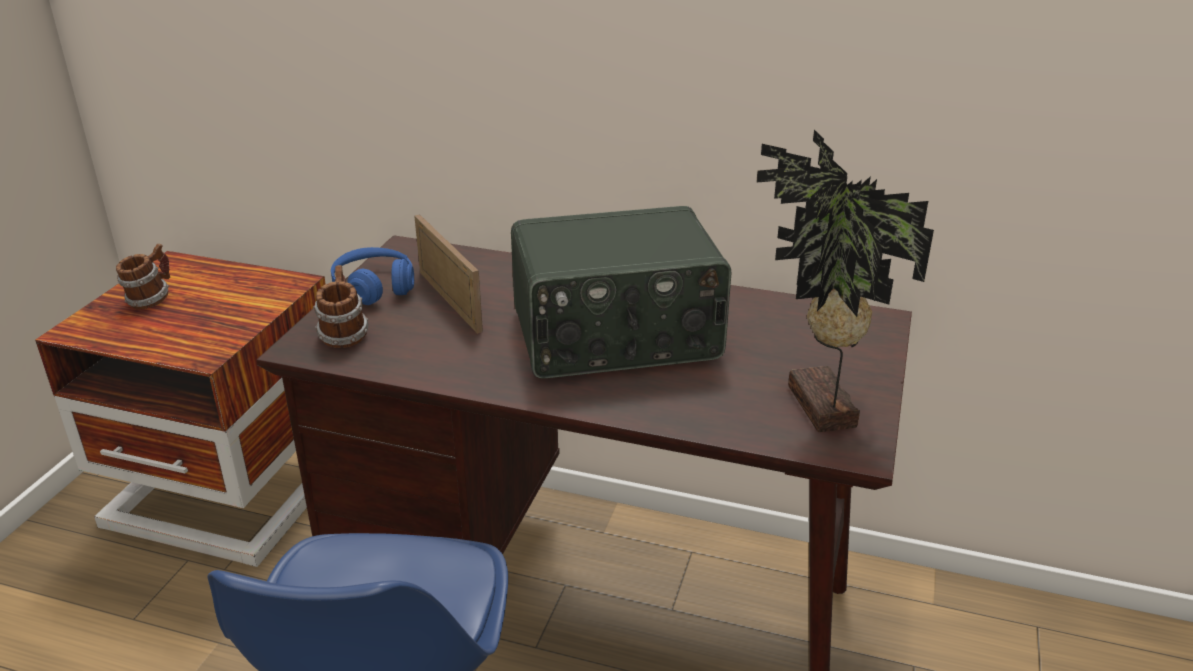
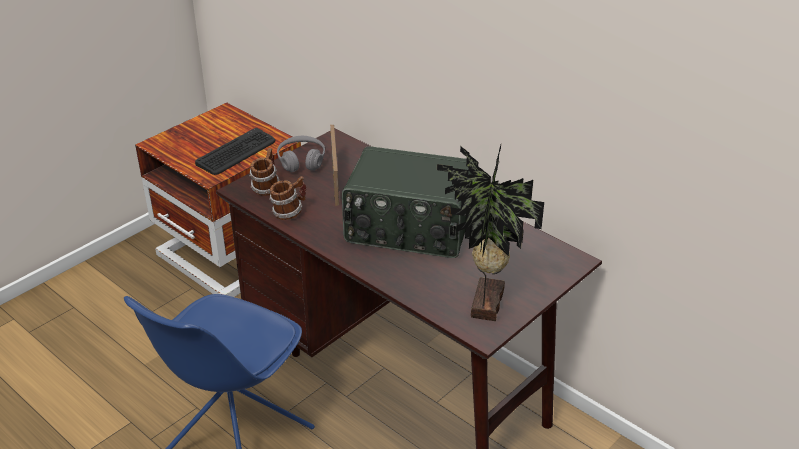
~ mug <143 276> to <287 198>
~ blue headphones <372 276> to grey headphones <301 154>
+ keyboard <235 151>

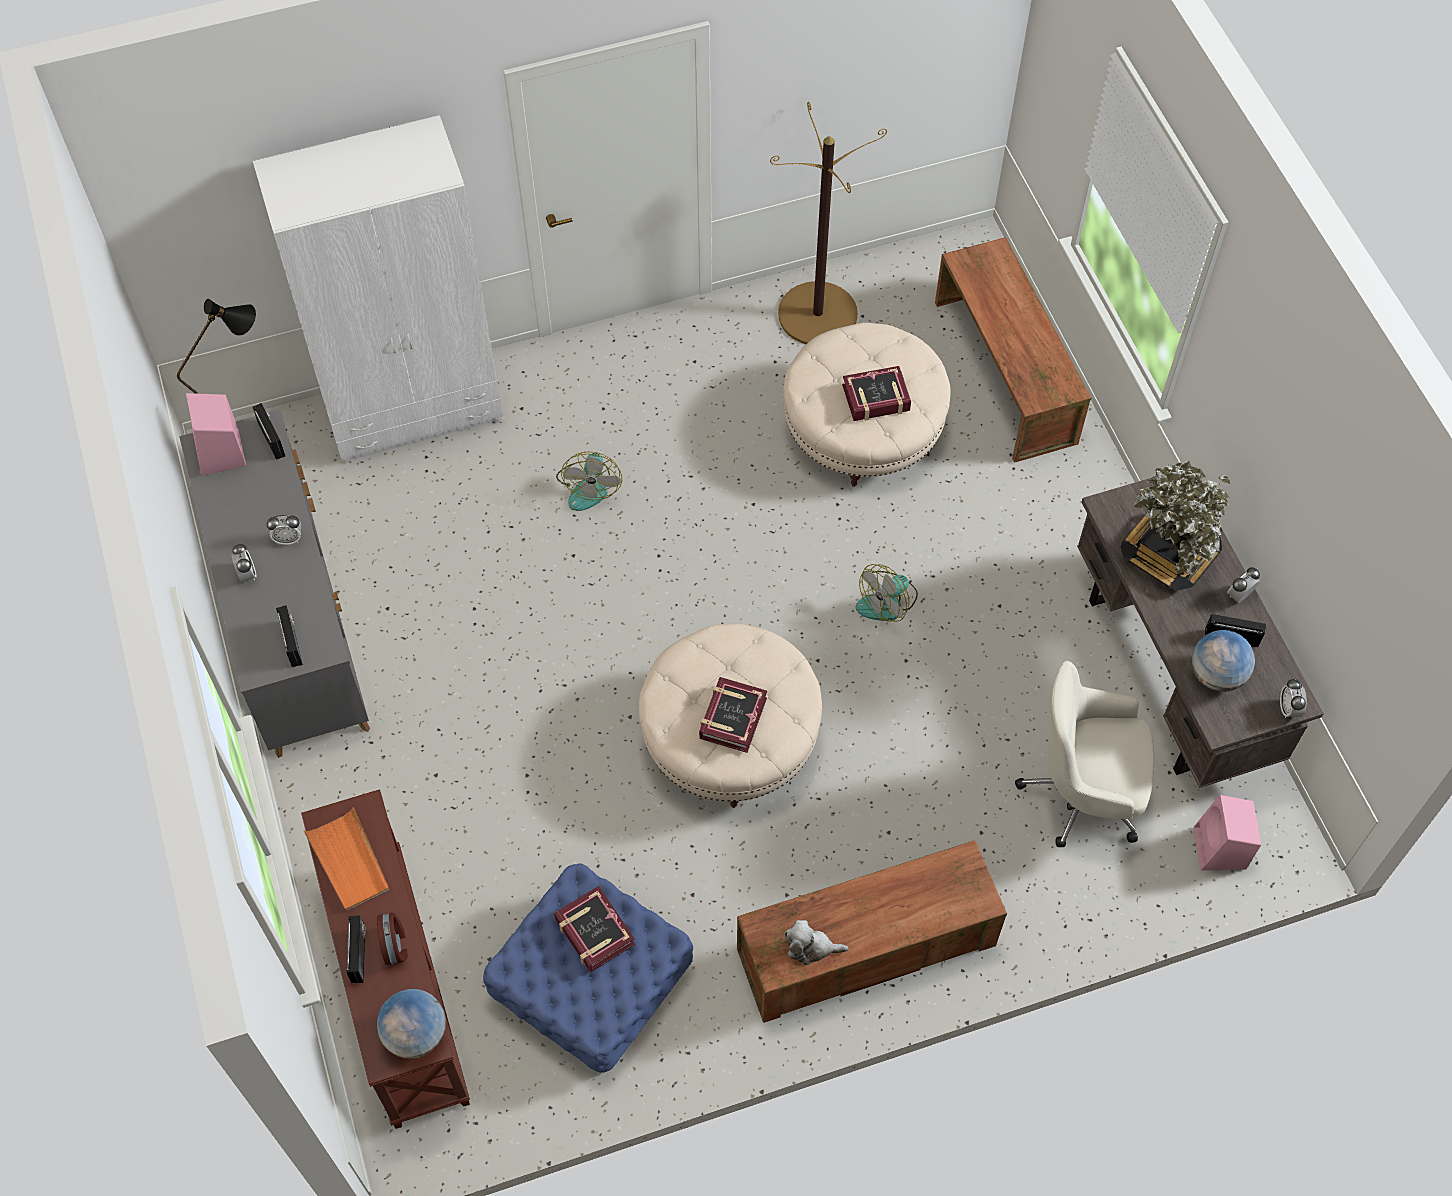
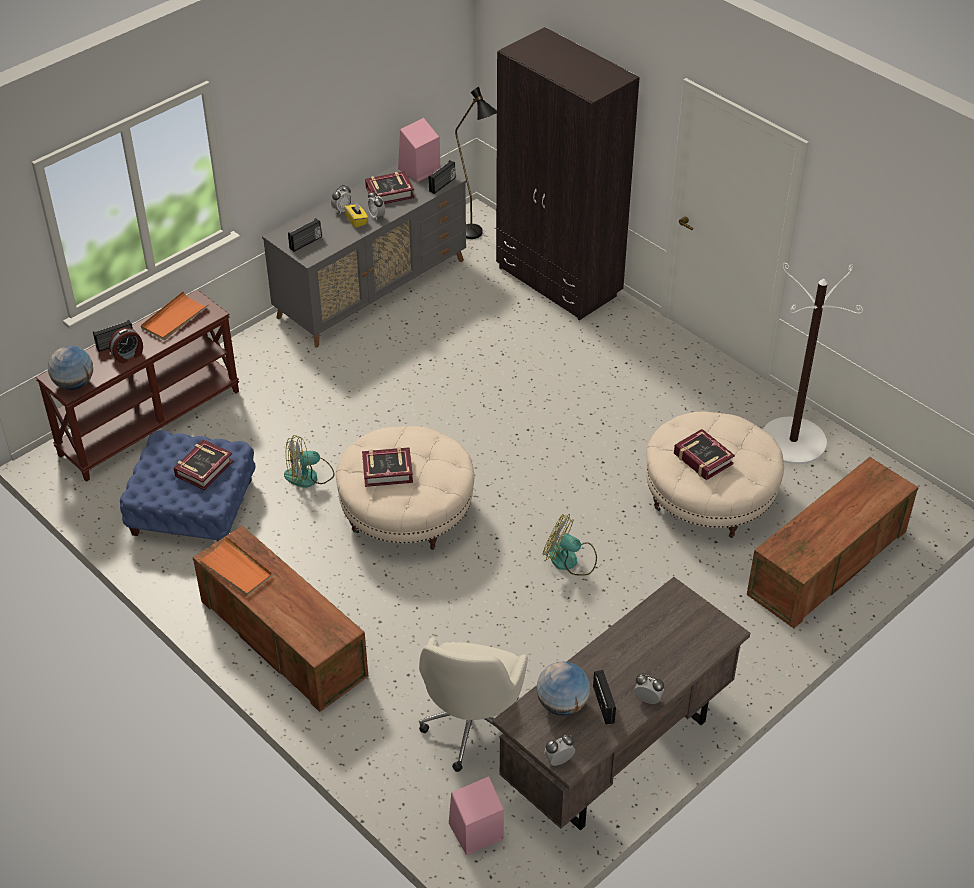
~ white wardrobe <378 289> to brown wardrobe <568 173>
~ fan <589 481> to <309 461>
~ brown clothes rack <828 223> to white clothes rack <813 364>
~ plush toy <817 942> to orange tray <235 566>
~ beige office chair <1084 754> = <473 704> 150 degrees counterclockwise
- potted plant <1175 525>
+ yellow tissue box <356 215>
+ book <389 187>

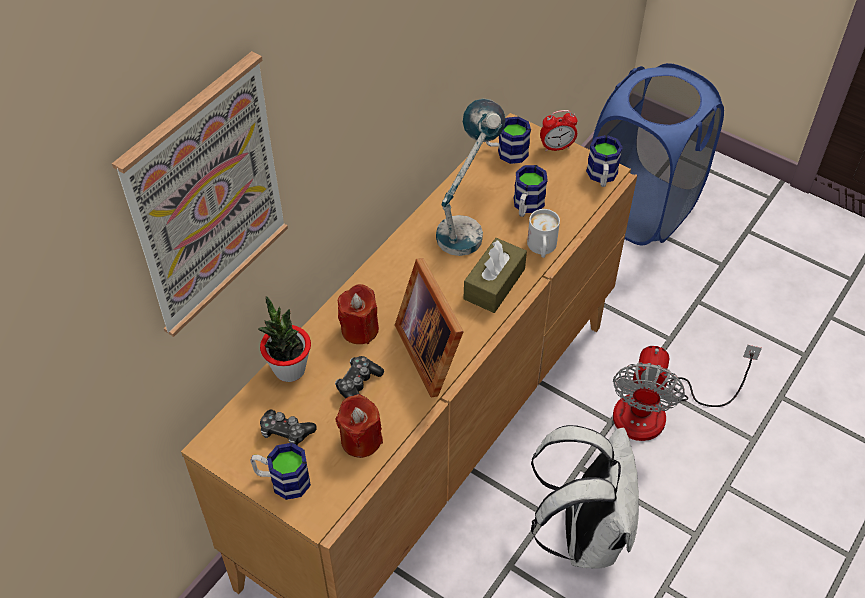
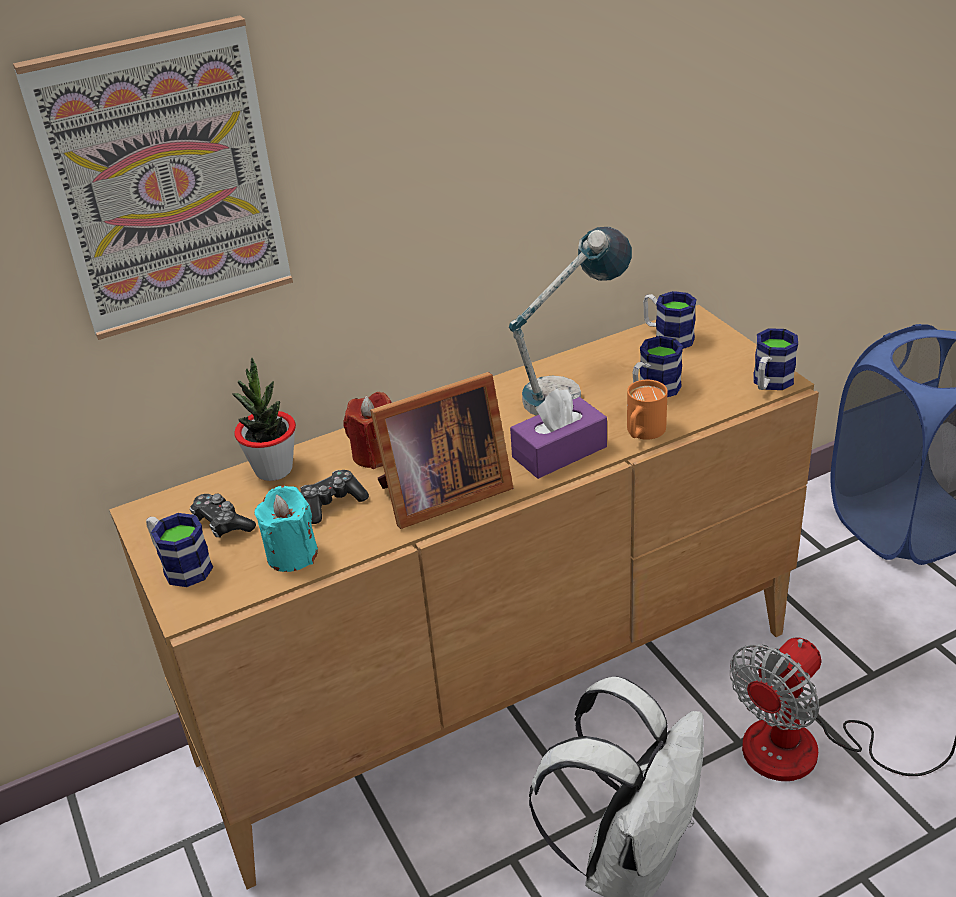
~ red candle <359 426> to turquoise candle <286 529>
~ picture frame <429 328> = <441 450> 120 degrees counterclockwise
~ brown tissue box <495 275> to purple tissue box <558 433>
~ white mug <543 233> to orange mug <647 410>
- alarm clock <558 130>

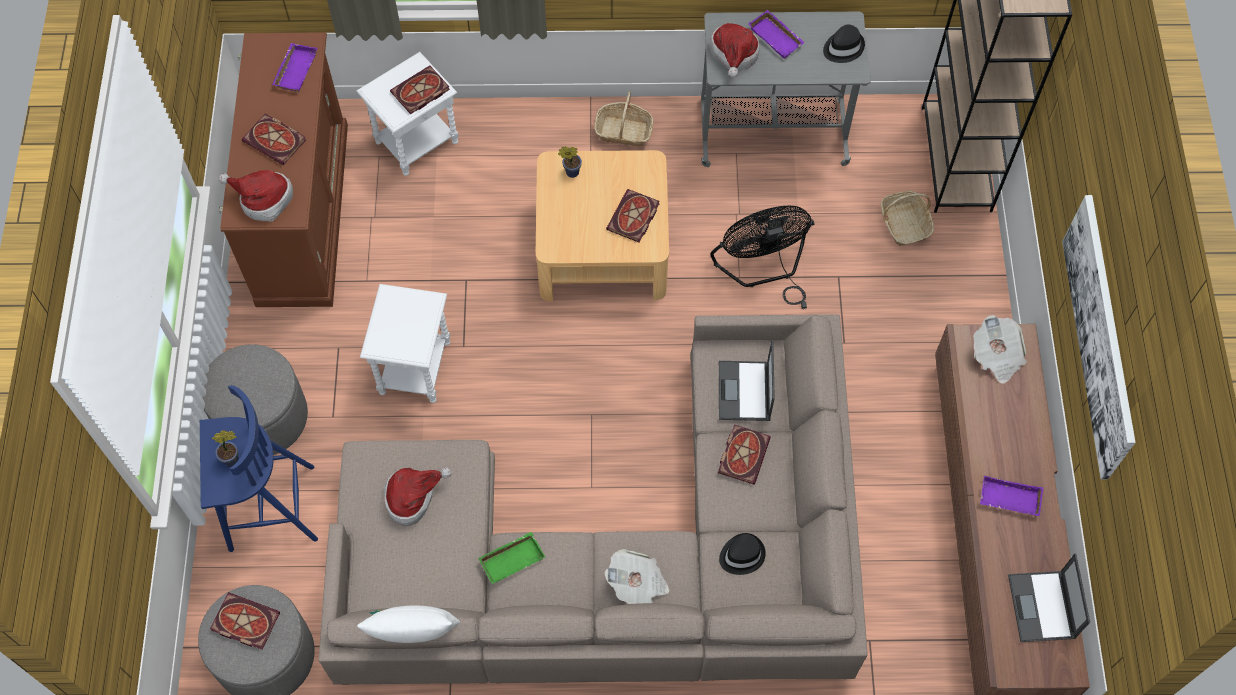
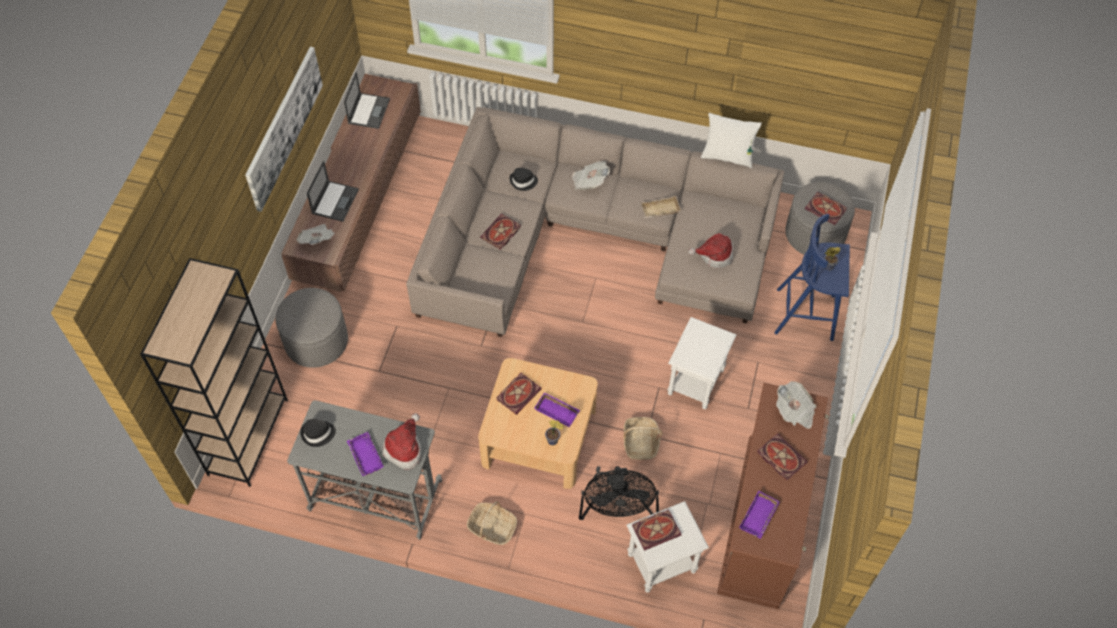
~ grey ottoman <255 399> to <312 328>
~ hat <256 196> to newspaper <796 405>
~ green tray <511 558> to beige tray <661 207>
~ black fan <763 258> to <619 493>
~ laptop <747 380> to <333 191>
~ basket <907 218> to <642 438>
~ purple tray <1011 496> to <557 409>

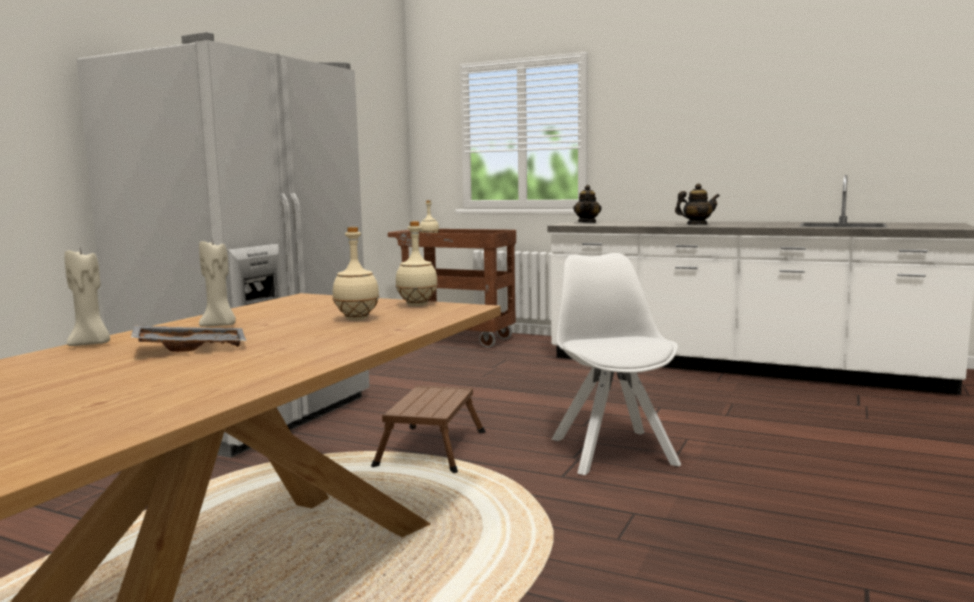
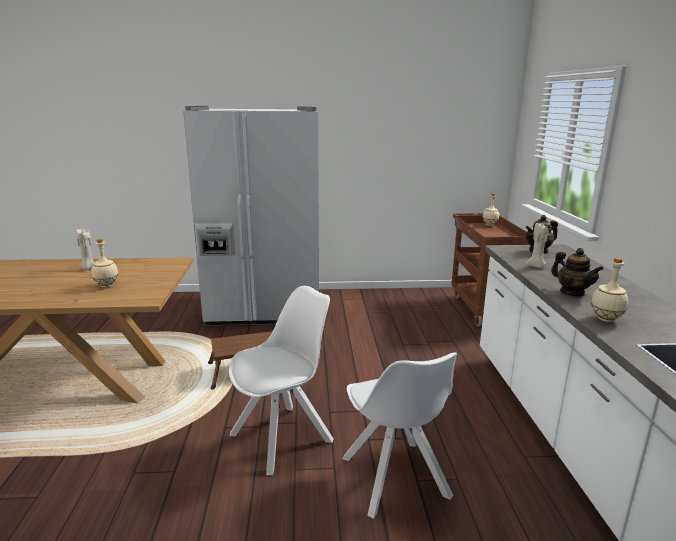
~ beige candle <87 296> to <537 245>
- grey tray <189 338>
~ beige bottle <417 263> to <609 289>
+ white chair <399 435>

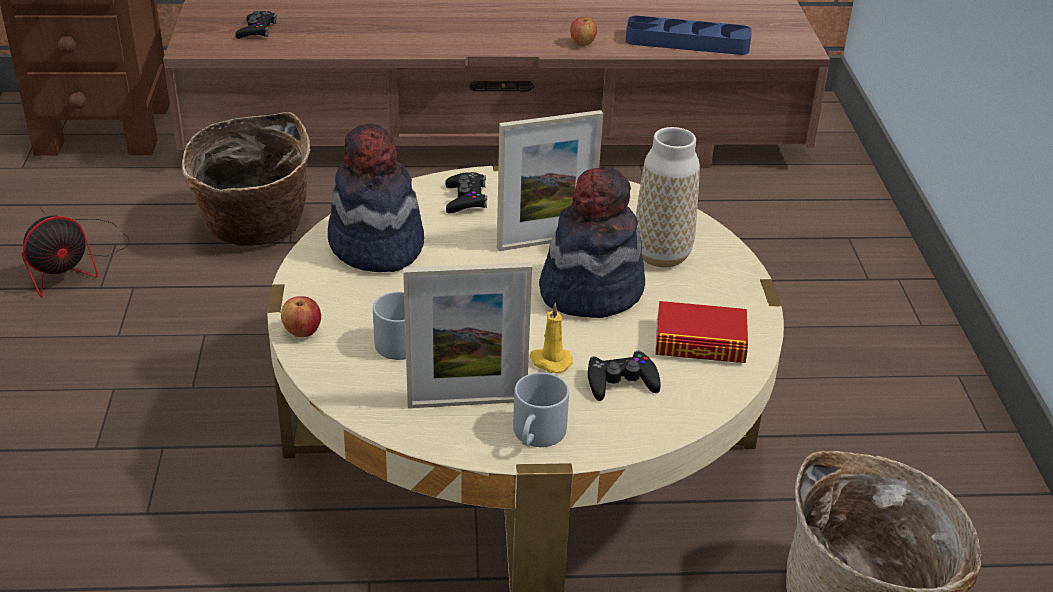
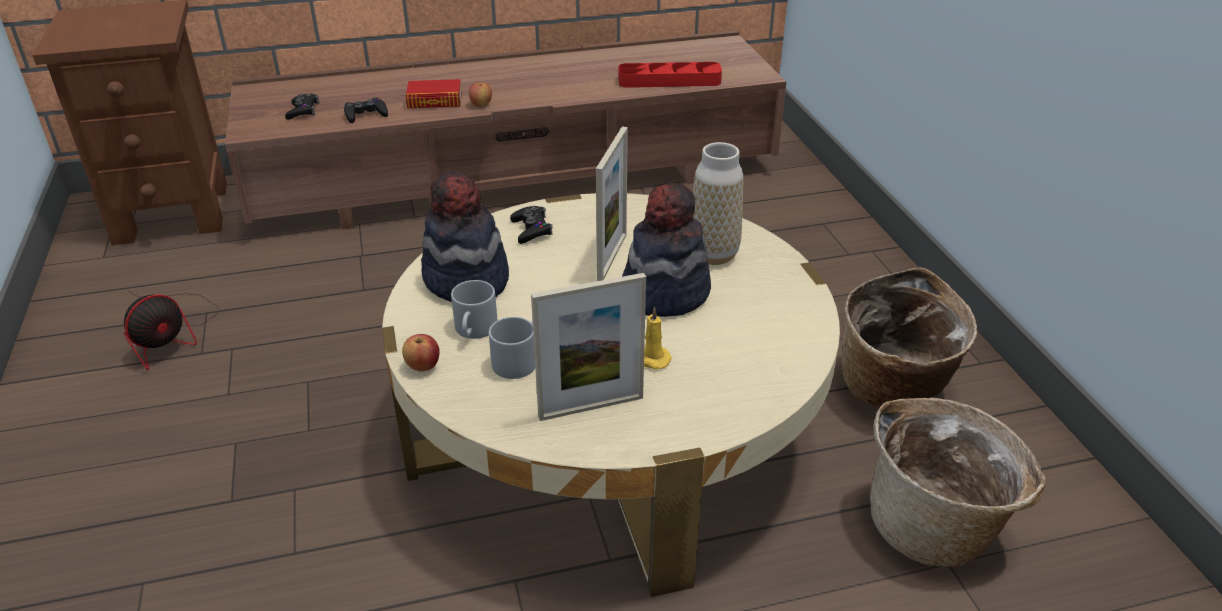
~ basket <246 179> to <909 337>
~ picture frame <550 180> = <612 204> 45 degrees counterclockwise
~ grey mug <541 409> to <474 309>
~ apple <583 31> to <480 94>
~ black game controller <624 376> to <366 110>
~ blue tray <689 35> to red tray <670 75>
~ book <701 332> to <434 93>

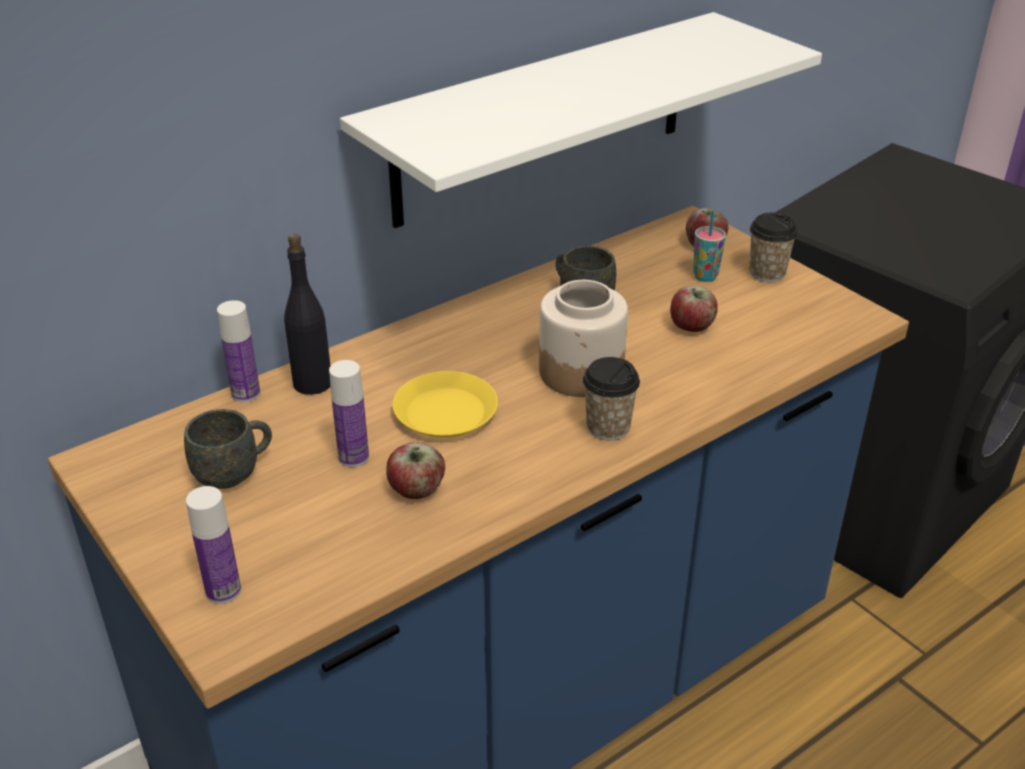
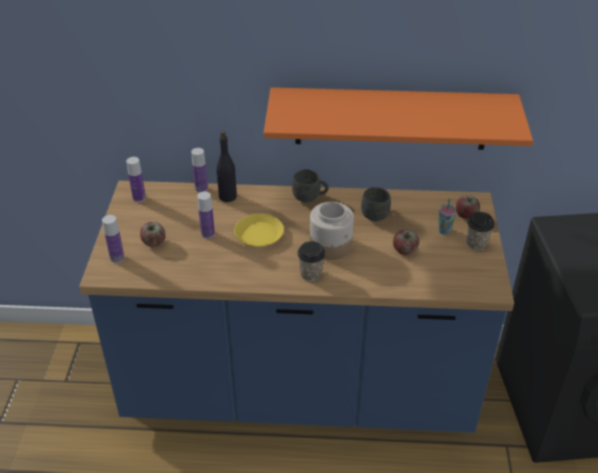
~ grey mug <228 449> to <310 186>
~ white shelf <581 120> to orange shelf <398 118>
~ apple <415 470> to <153 234>
+ bottle <136 179>

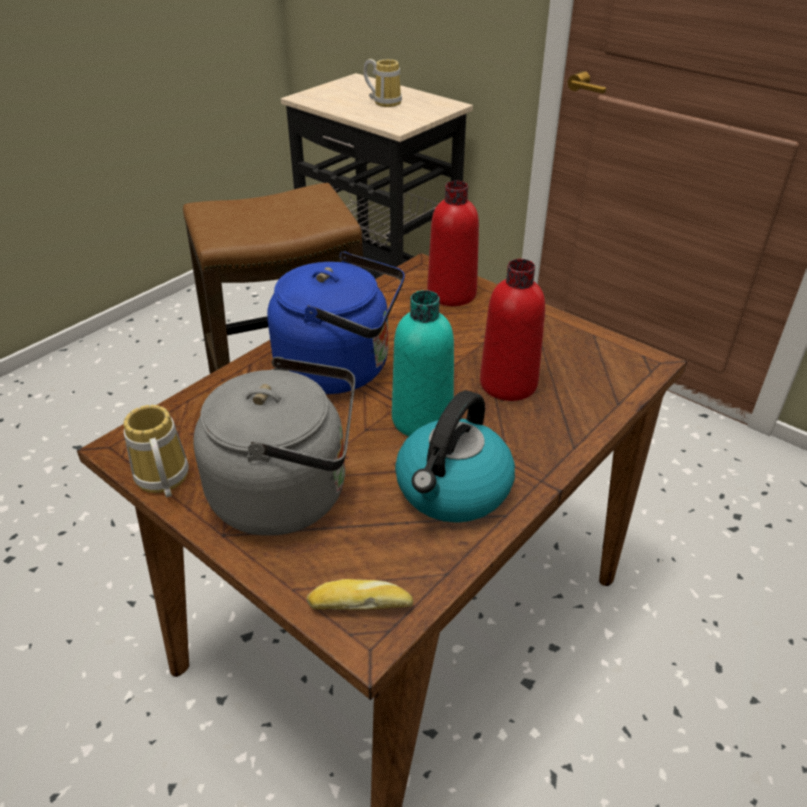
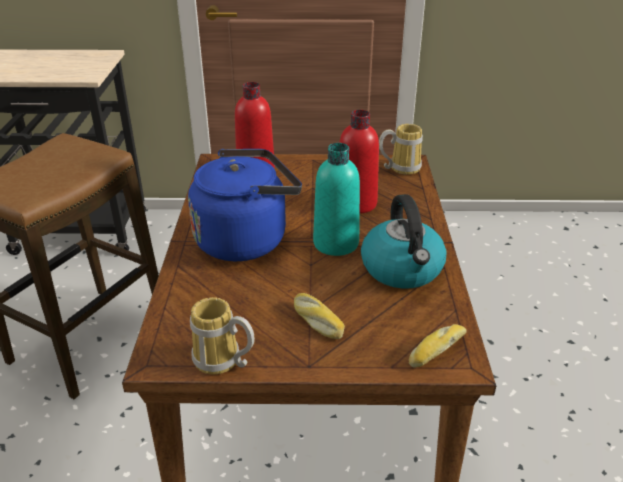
~ grey kettle <274 446> to bread <319 316>
~ mug <382 83> to <401 149>

